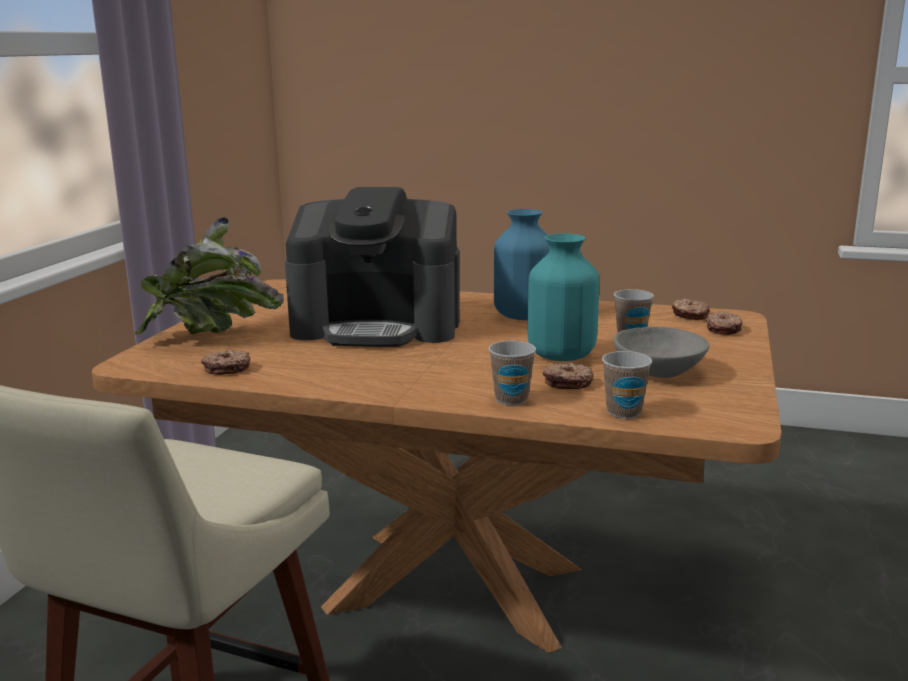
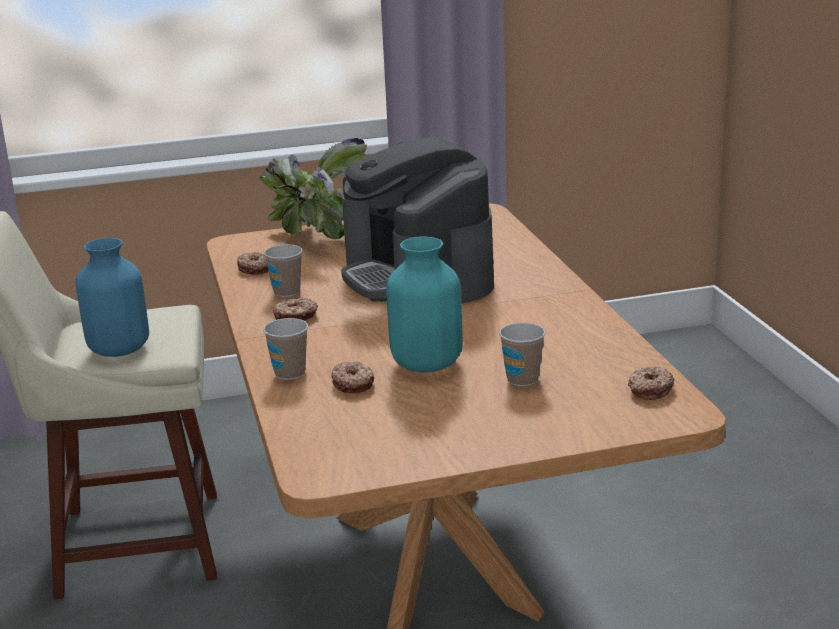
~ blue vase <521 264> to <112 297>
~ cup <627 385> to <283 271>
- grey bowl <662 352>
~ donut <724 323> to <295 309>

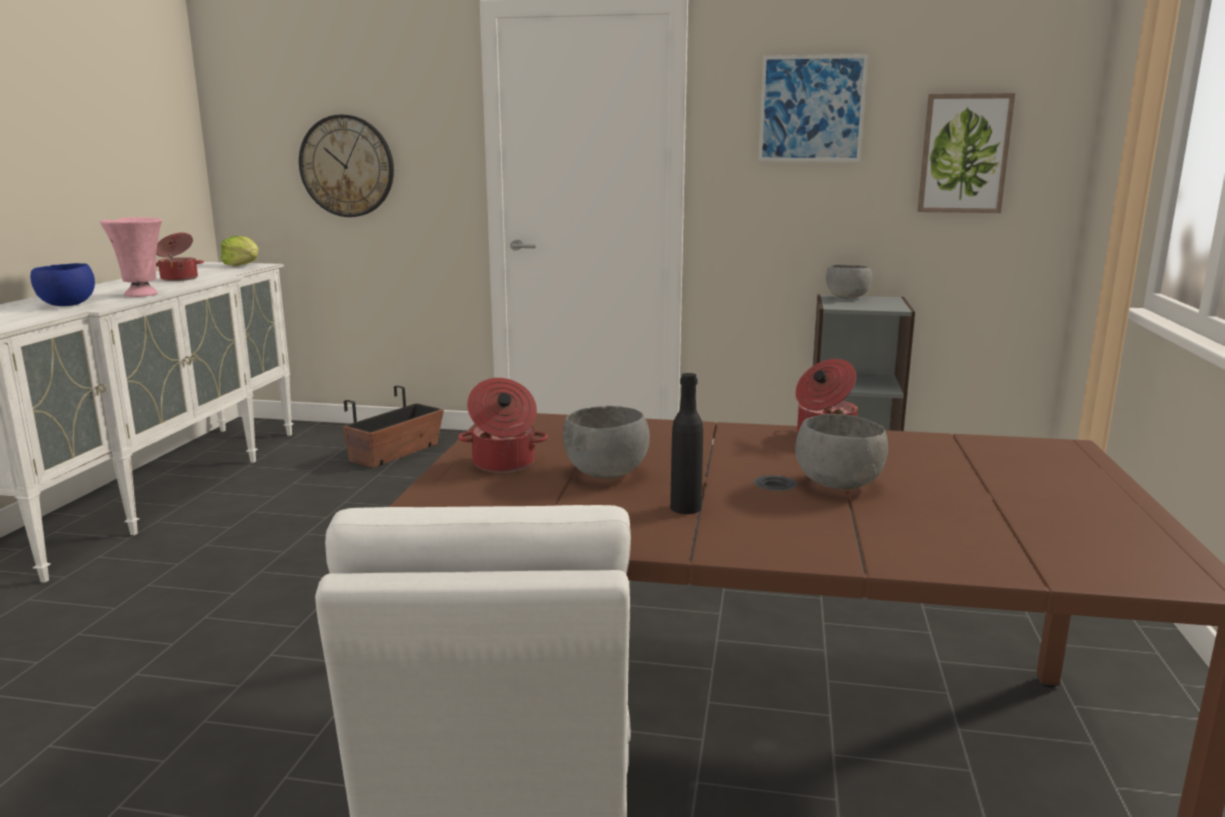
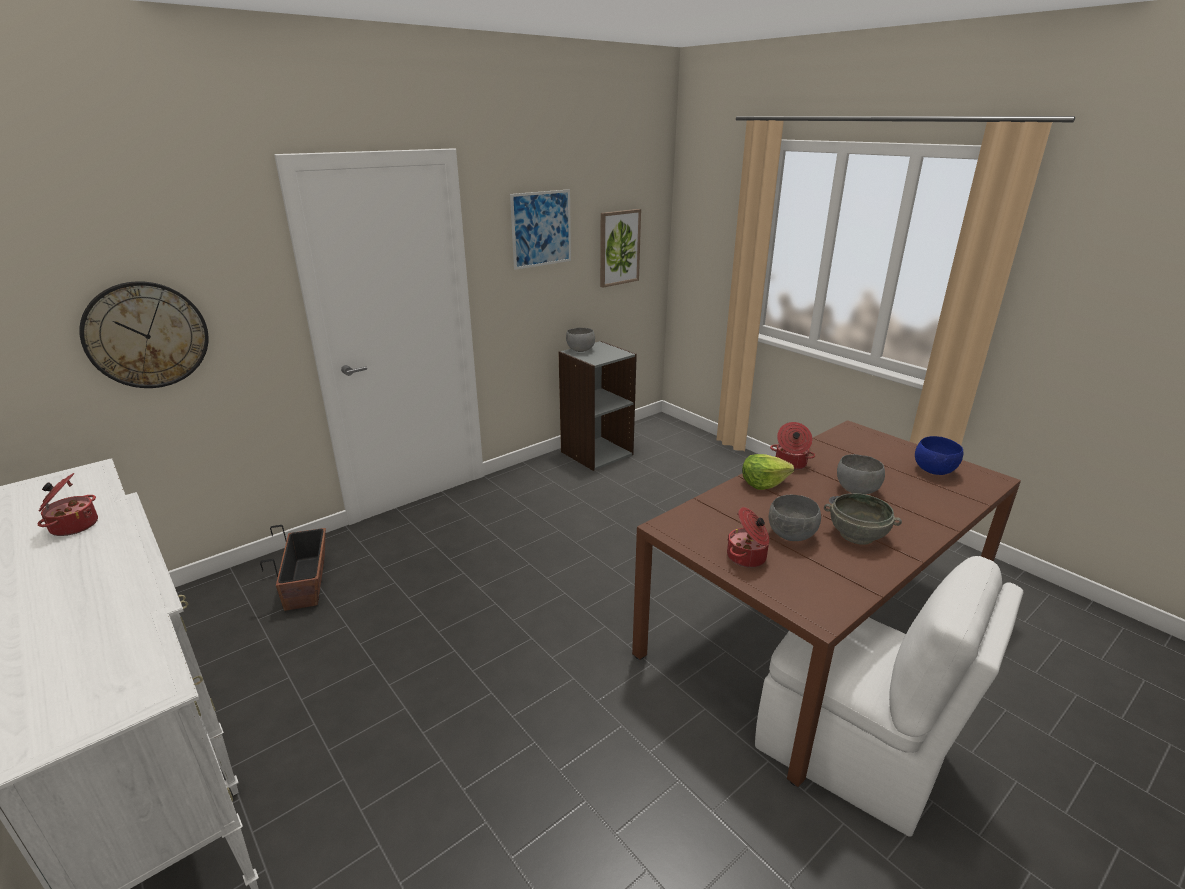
~ blue bowl <62 284> to <939 455>
- pink vase <131 257>
~ lettuce <240 251> to <768 472>
~ black bottle <686 443> to grey bowl <863 519>

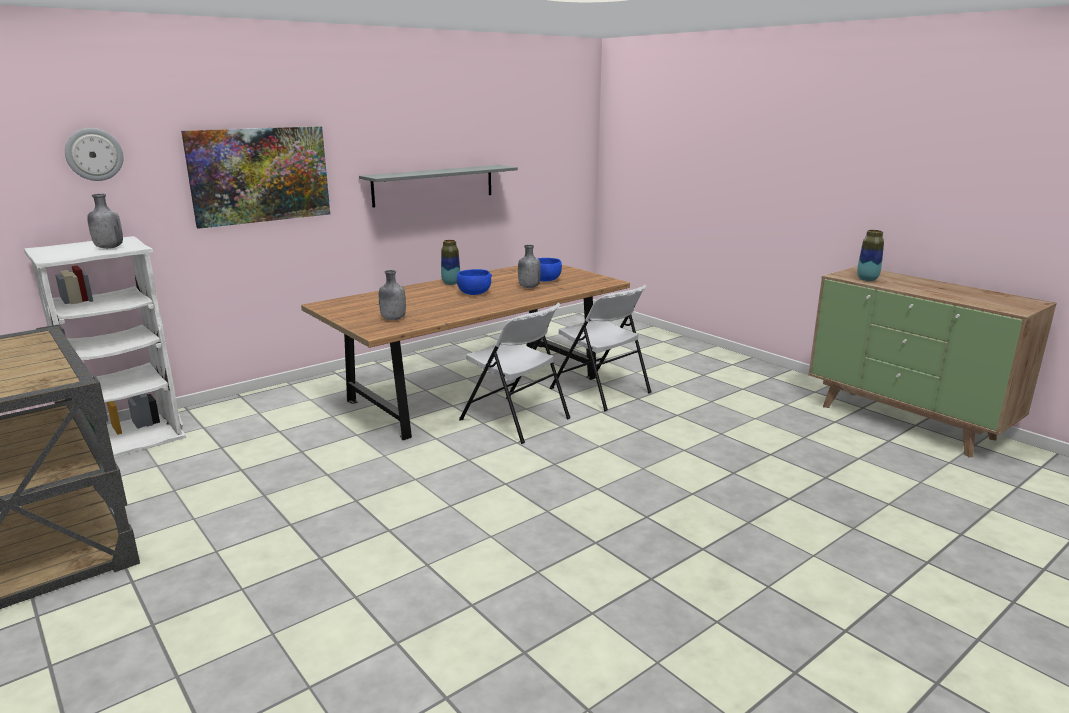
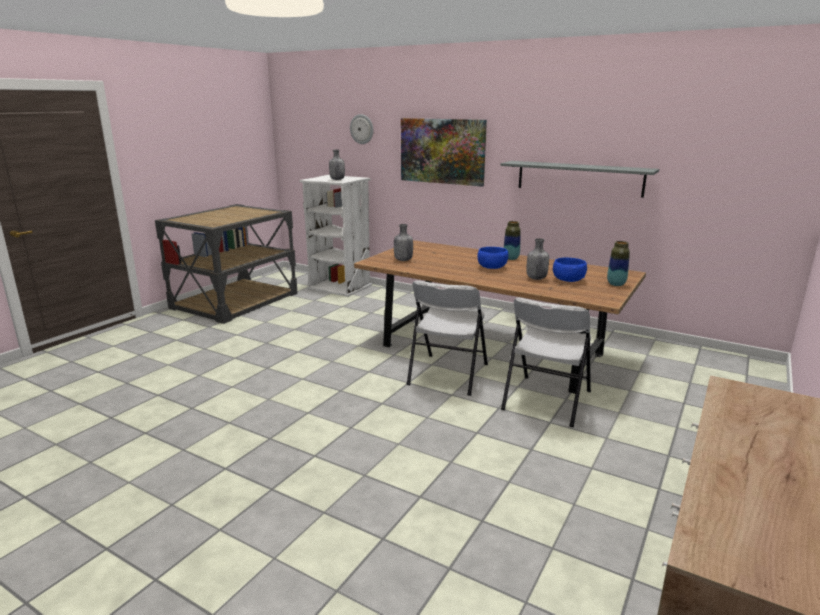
~ vase <870 255> to <618 263>

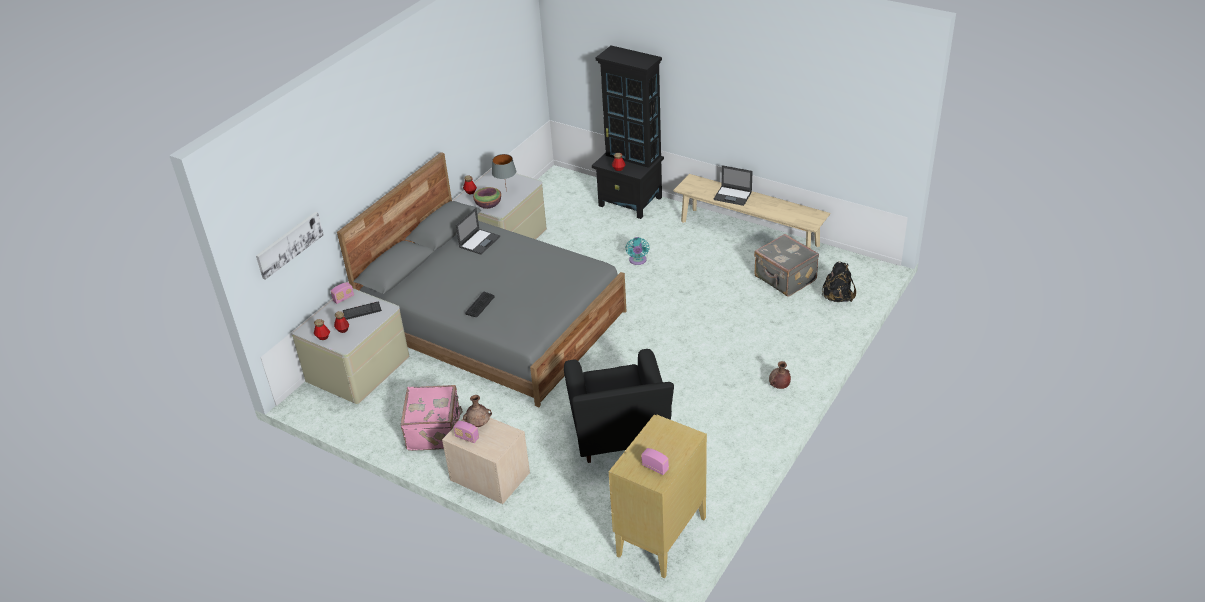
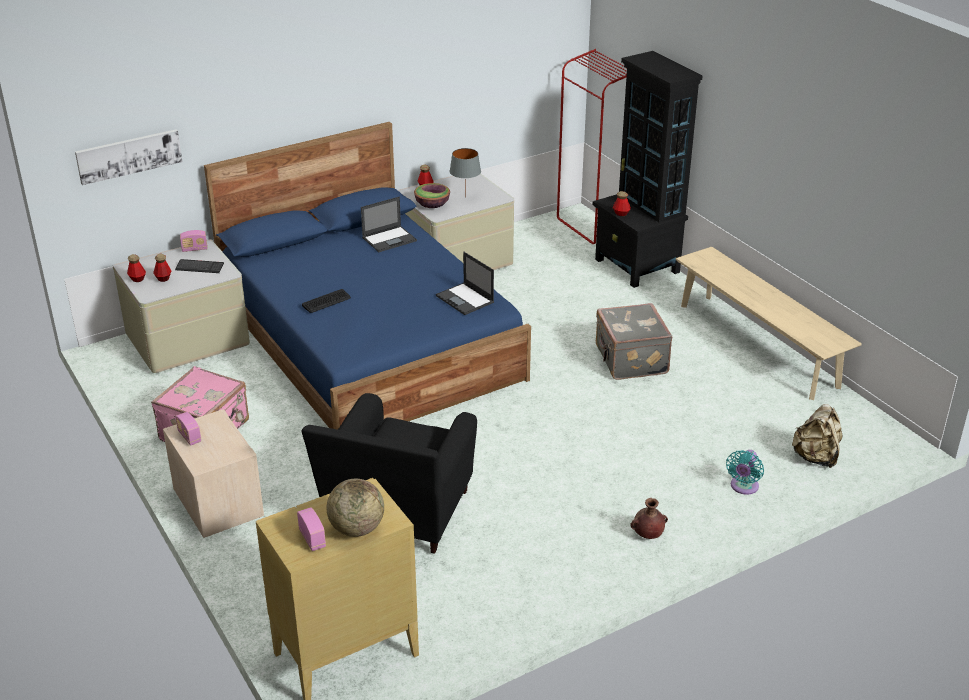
~ grey bed <481 279> to blue bed <367 276>
- brown vase <477 411>
~ turquoise fan <638 251> to <745 472>
~ laptop <733 185> to <465 283>
~ grey suitcase <786 265> to <634 341>
~ black backpack <839 281> to beige backpack <817 436>
+ globe <355 508>
+ red clothes rack <592 146>

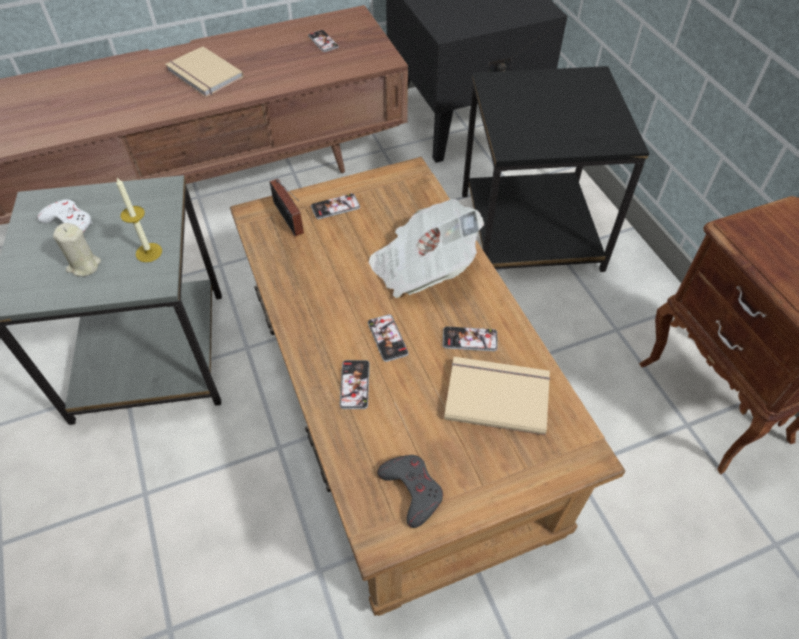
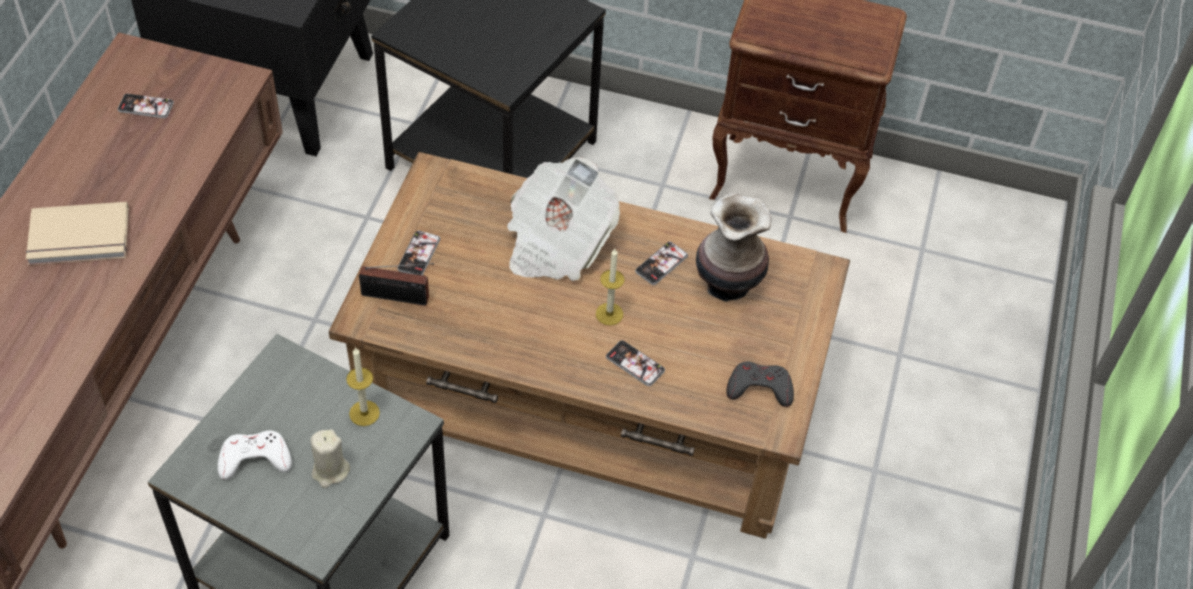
~ phone <388 338> to candle <610 287>
~ beige book <497 396> to vase <733 247>

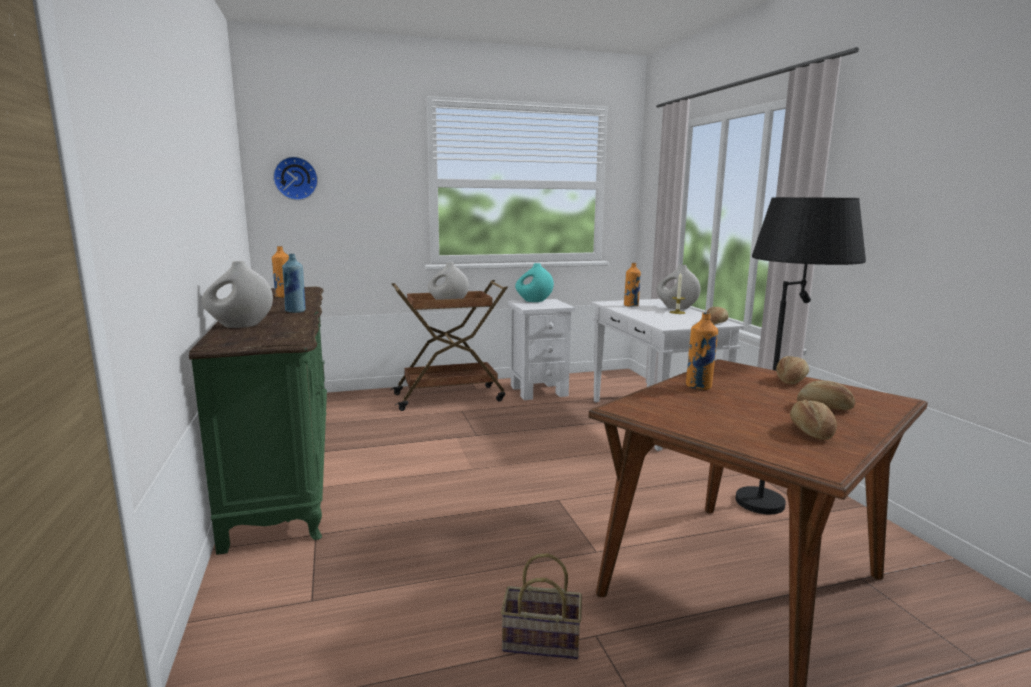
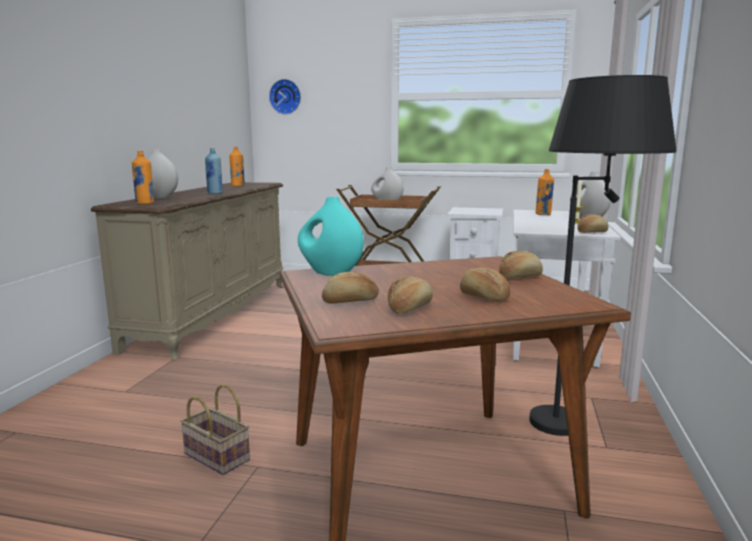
~ green cabinet <258 421> to beige cabinet <187 271>
~ turquoise vase <534 282> to <331 236>
~ orange bottle <702 351> to <143 177>
+ bread <350 287>

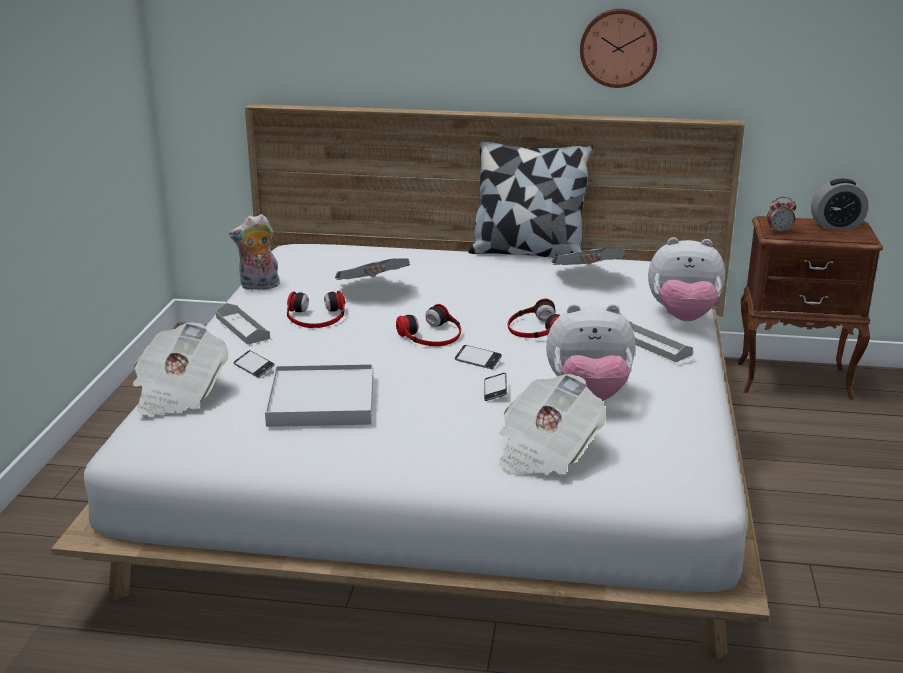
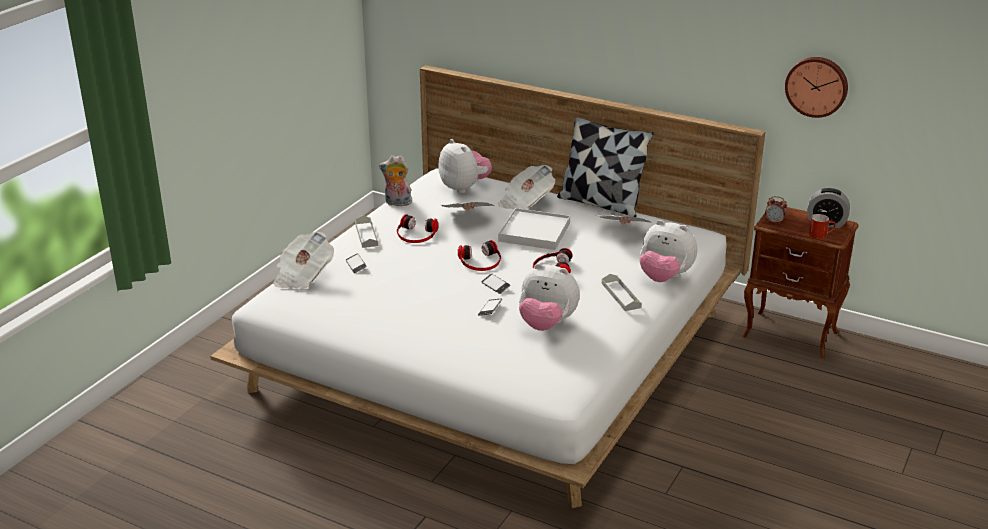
~ white tray <319 395> to <534 229>
~ newspaper <552 424> to <526 187>
~ wall clock <618 48> to <816 87>
+ plush toy <465 166>
+ red mug <822 226>

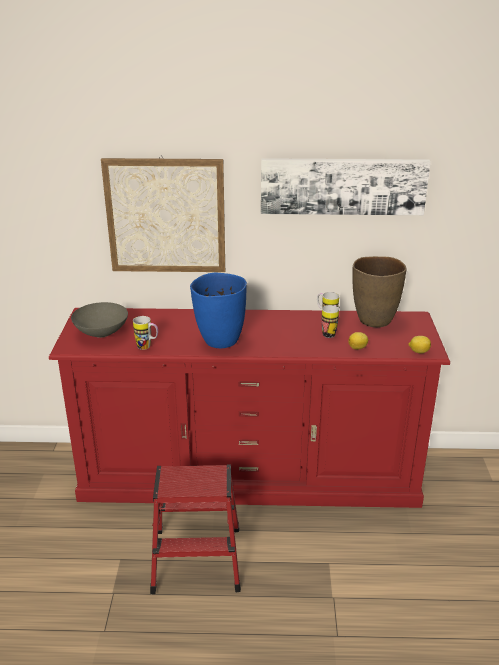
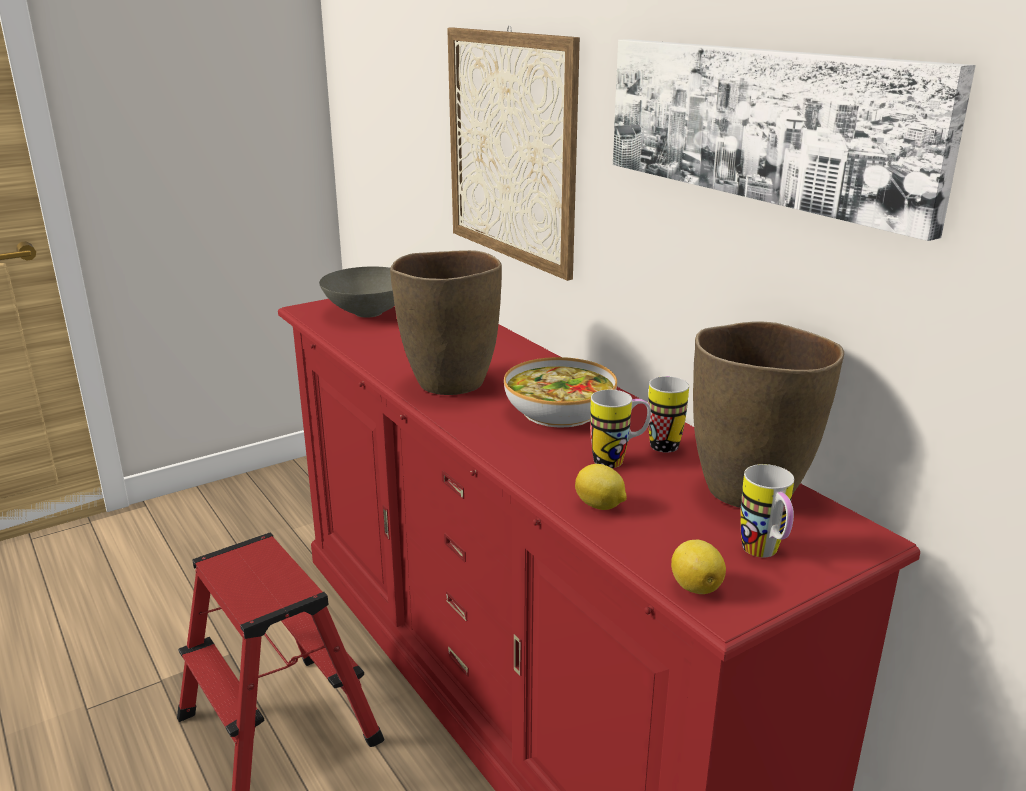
~ mug <145 333> to <767 511>
~ blue vase <218 310> to brown vase <446 322>
+ bowl <560 392>

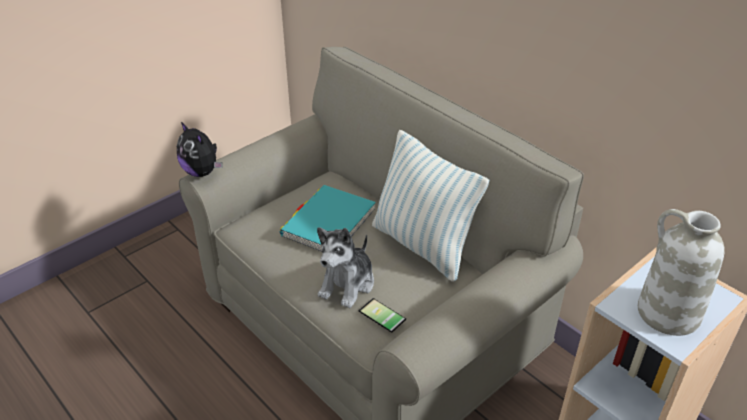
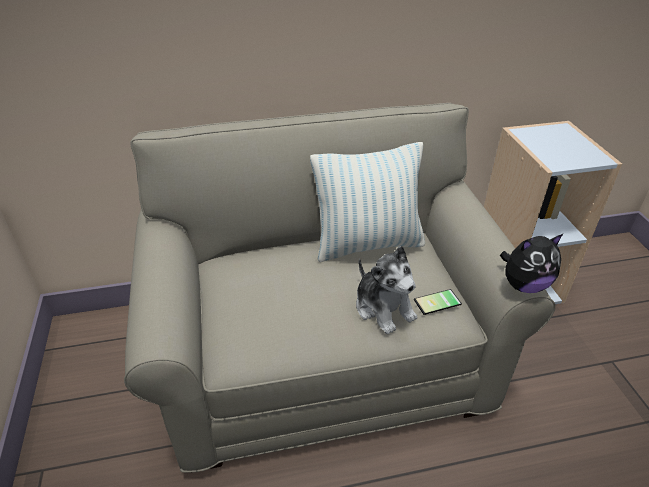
~ plush toy <200 149> to <531 263>
- turquoise book <328 218>
- white vase <681 272>

